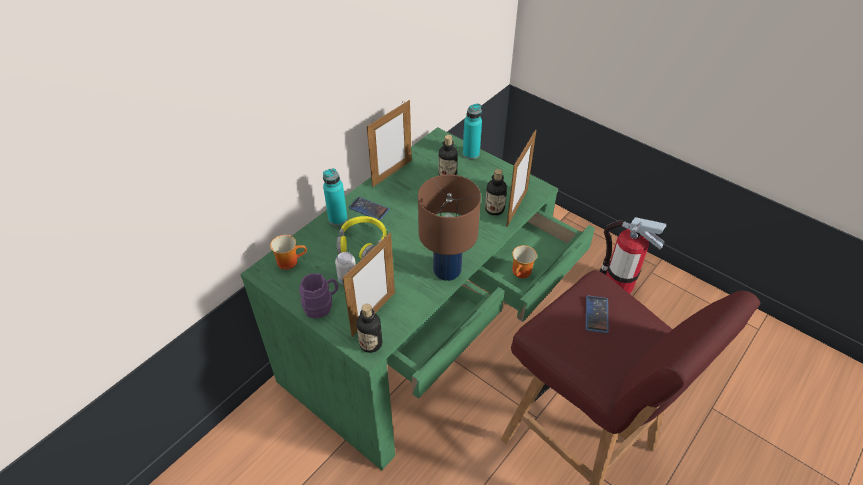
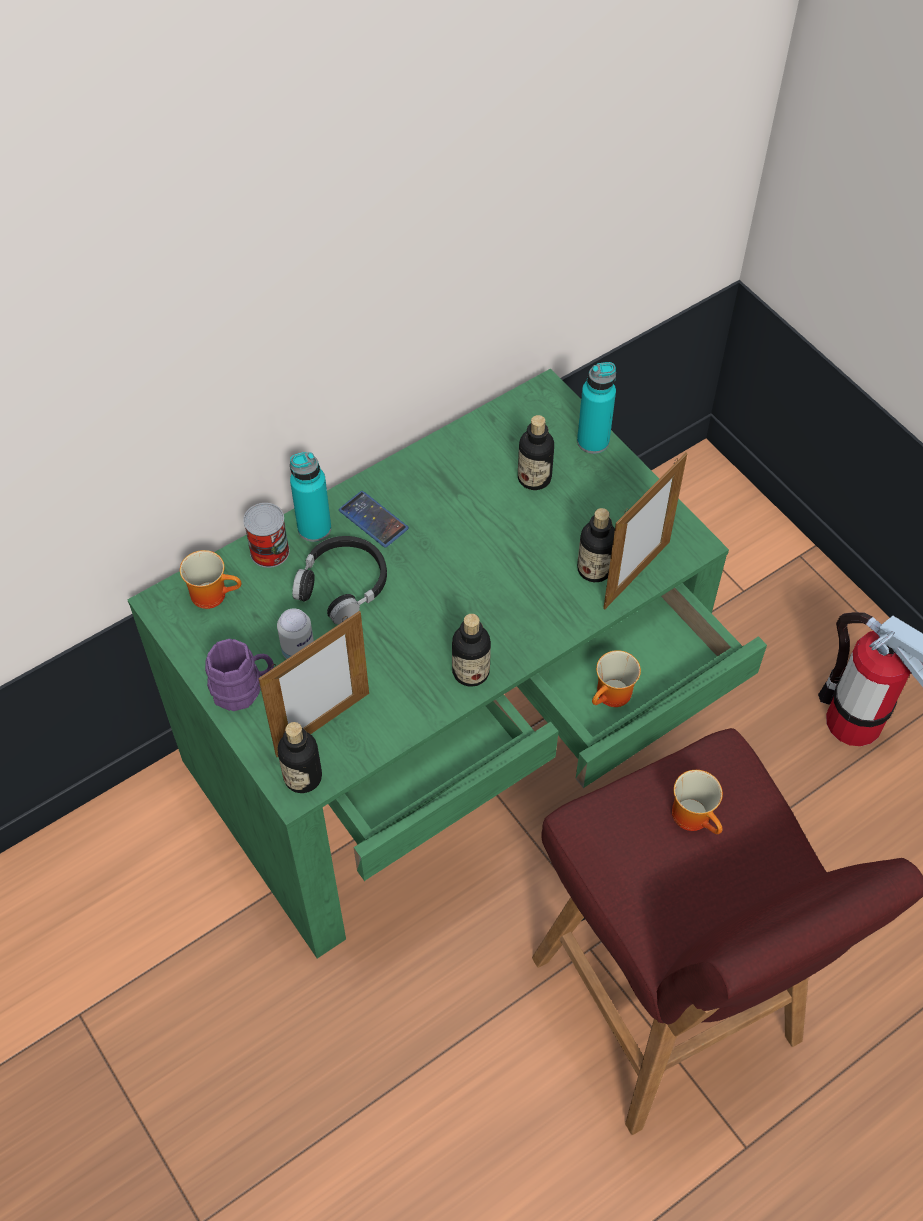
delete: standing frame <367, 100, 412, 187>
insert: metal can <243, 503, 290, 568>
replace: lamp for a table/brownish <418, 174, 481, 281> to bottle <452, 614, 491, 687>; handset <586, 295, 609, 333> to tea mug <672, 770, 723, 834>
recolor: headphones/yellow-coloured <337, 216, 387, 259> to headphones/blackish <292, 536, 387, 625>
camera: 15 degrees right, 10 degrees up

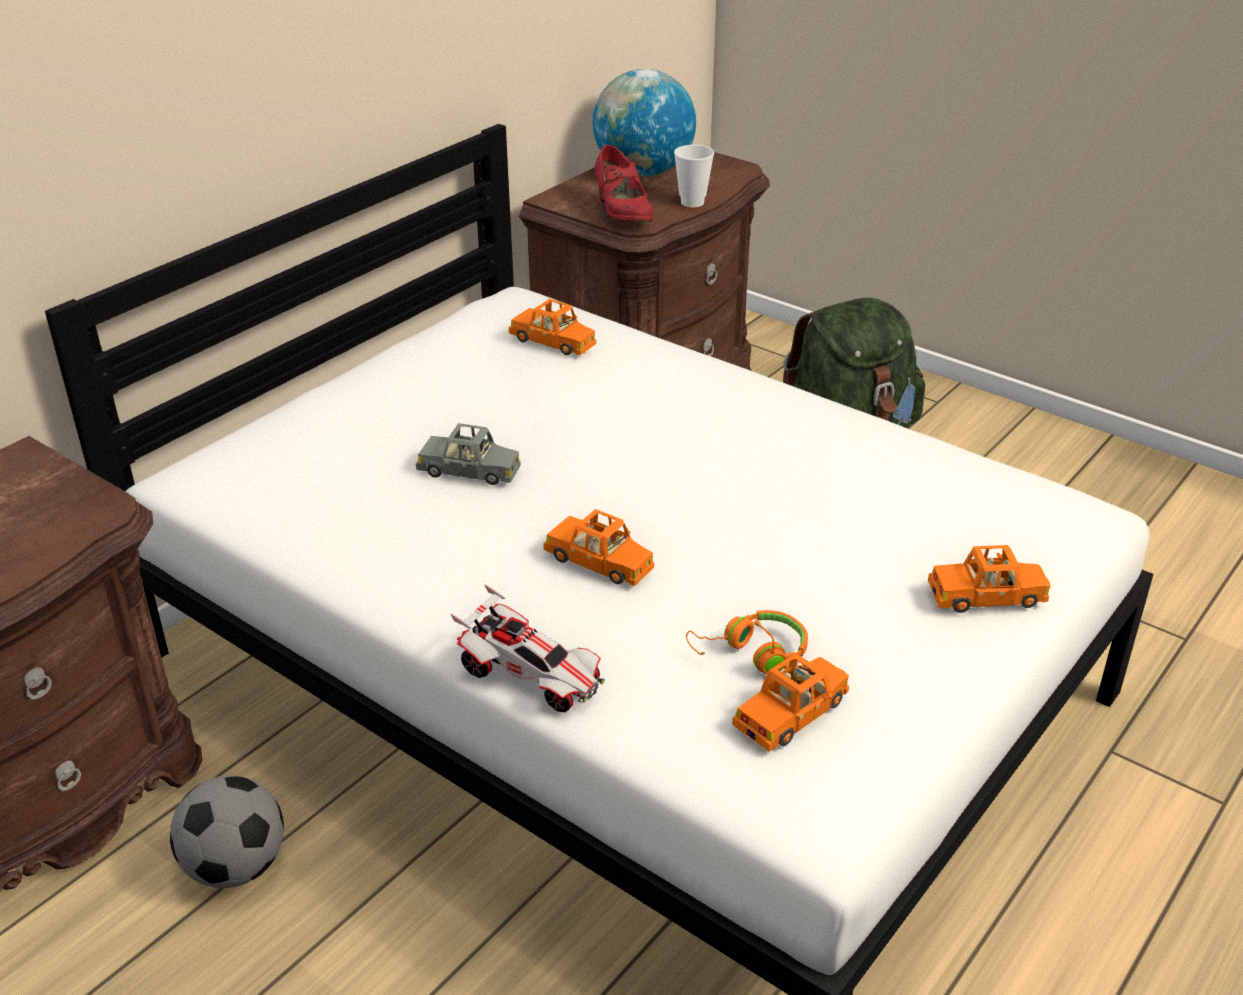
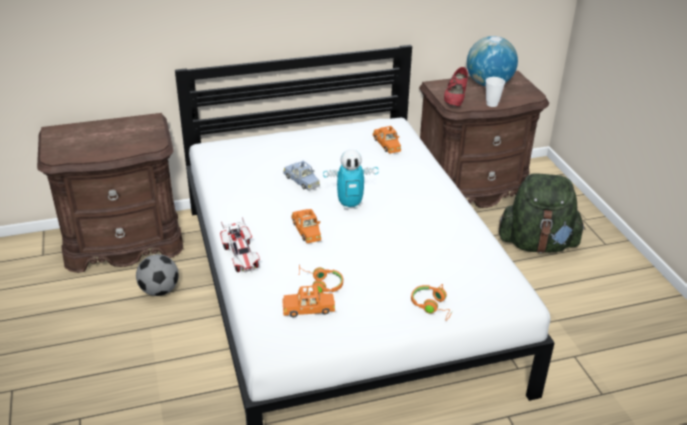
insert: robot figure <323, 149, 379, 209>
replace: miniature car/orange <928, 545, 1051, 613> to headphones/orange <411, 284, 452, 321>
recolor: miniature car/grey <416, 423, 521, 485> to miniature car/blue-coloured <283, 161, 320, 191>
camera: 35 degrees right, 0 degrees up

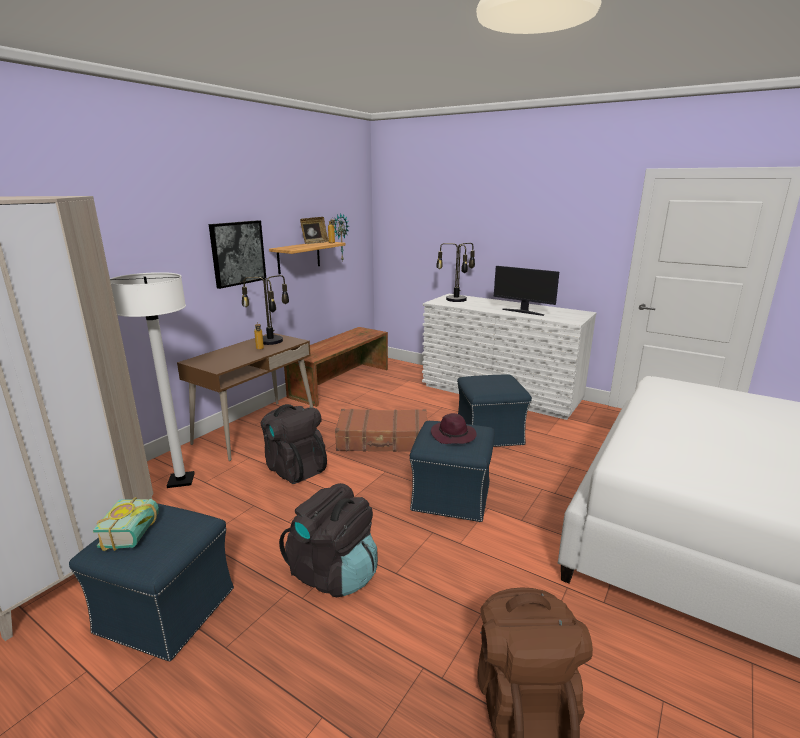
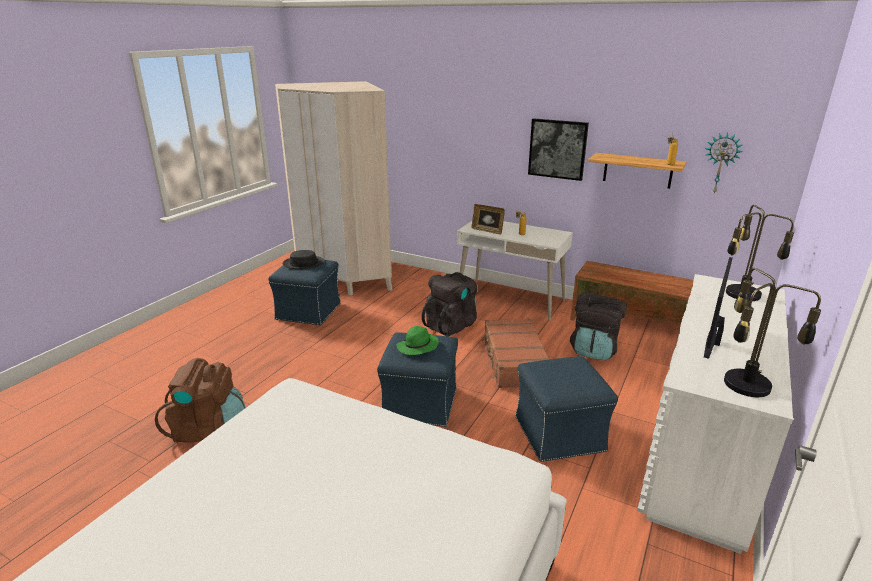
delete: standing lamp/white <110, 272, 195, 488>
move: lamp for a table <242, 275, 289, 345> to <724, 268, 821, 397>; backpack/blackish <279, 483, 378, 597> to <570, 292, 627, 360>; standing frame <300, 217, 329, 244> to <472, 204, 505, 235>
replace: volume <93, 497, 159, 551> to wearable hat/blackish <283, 250, 324, 269>
recolor: desk unit/brownish <177, 333, 313, 461> to desk unit/white <457, 221, 573, 321>; wearable hat/purple <431, 413, 477, 444> to wearable hat/green <397, 326, 439, 355>
camera: 85 degrees right, 5 degrees up

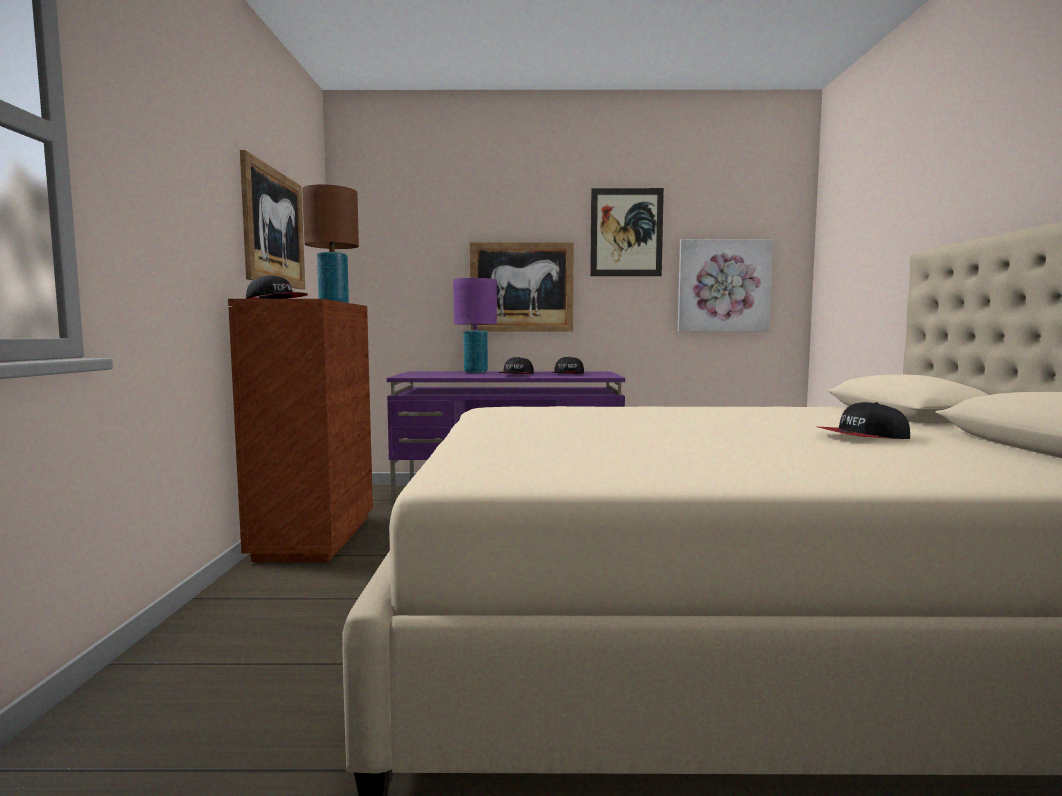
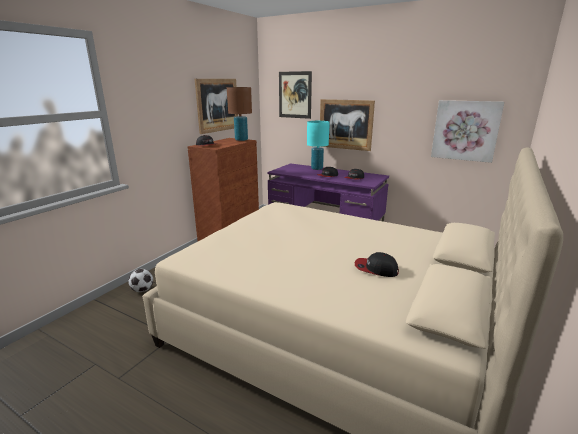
insert: ball for football <128, 269, 153, 292>
move: wall picture <590, 188, 664, 276> to <279, 71, 312, 119>
recolor: lamp for a table/purple <453, 278, 497, 373> to lamp for a table/blue-green <307, 121, 330, 170>
camera: 30 degrees right, 15 degrees up

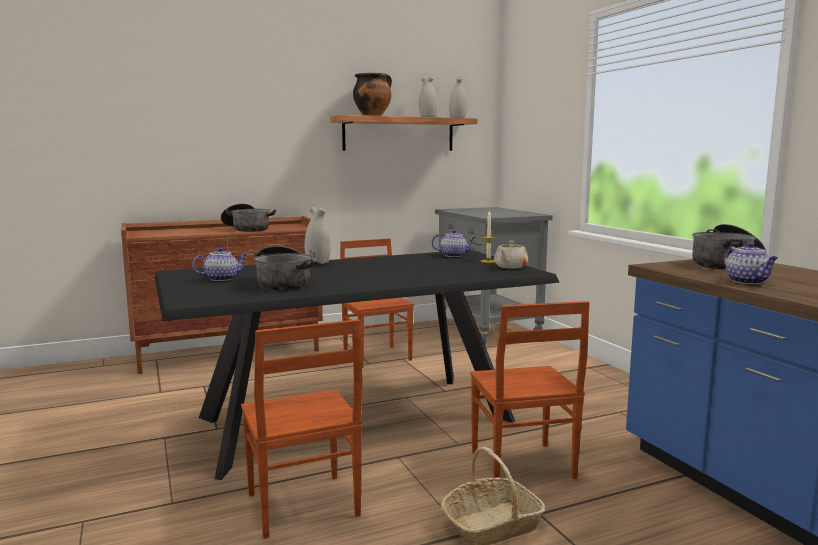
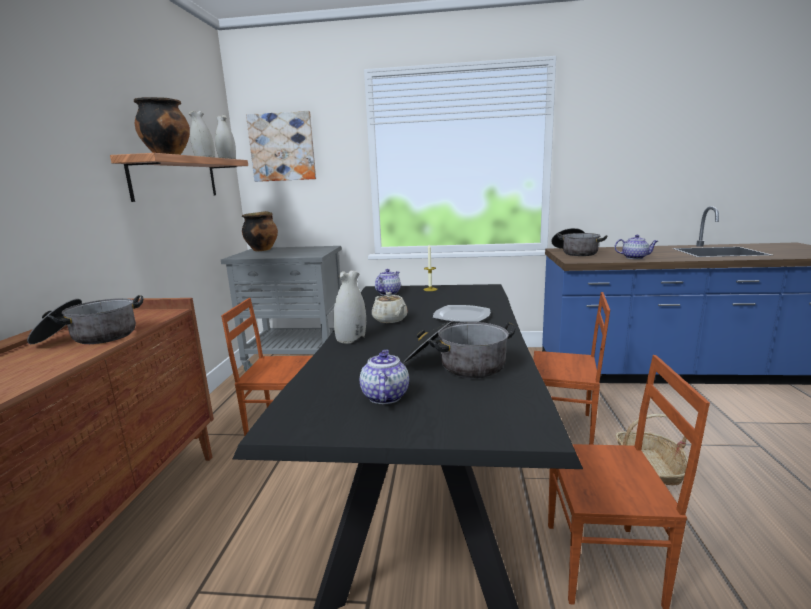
insert: cooking pot <242, 211, 278, 251>; wall picture <246, 111, 316, 182>; plate <433, 305, 490, 323>
move: tea pot/beige-coloured <494, 241, 528, 269> to <372, 292, 408, 323>
camera: 60 degrees left, 5 degrees up

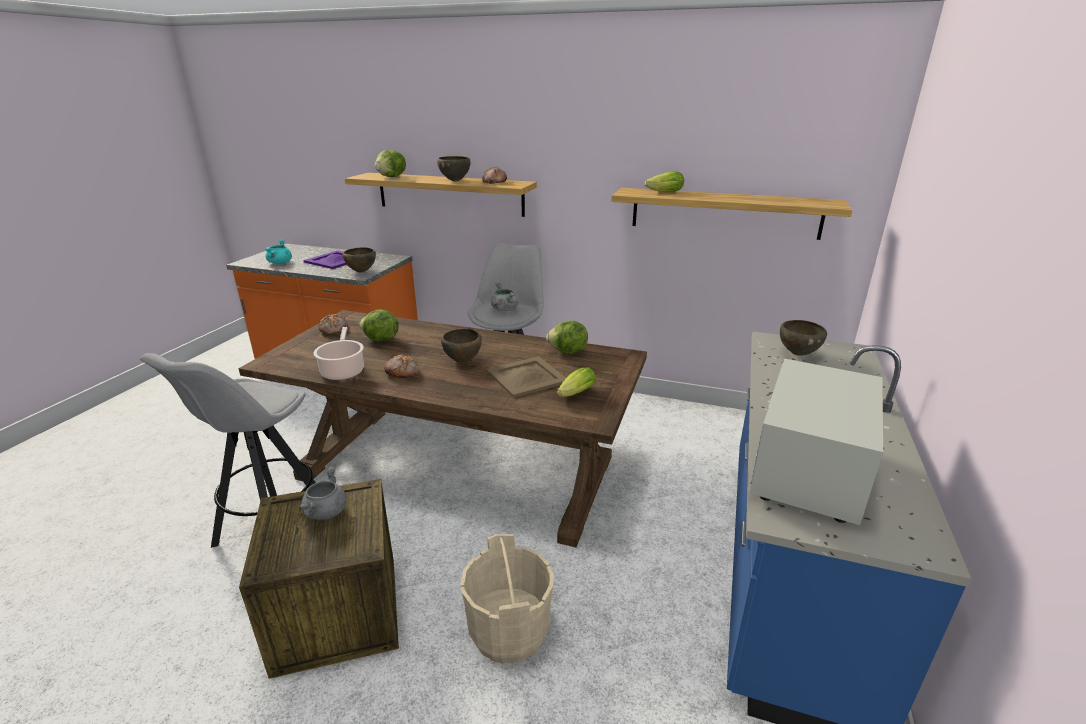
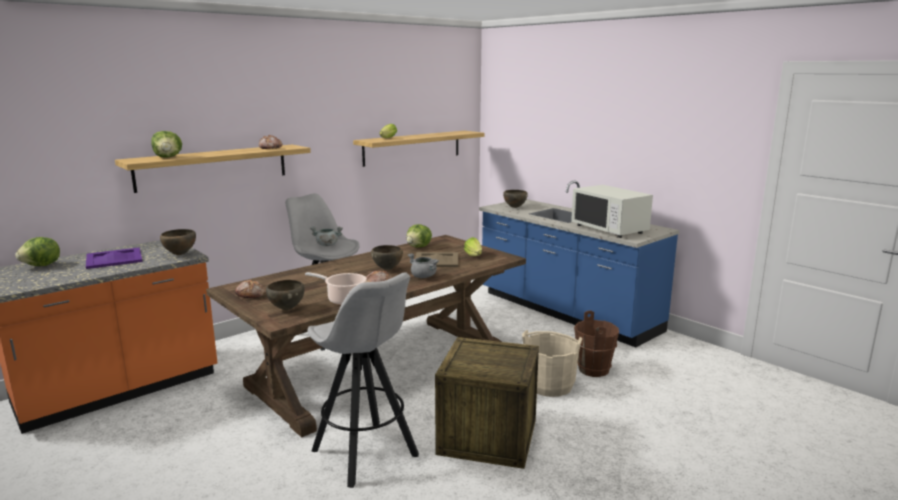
delete: cooking pot/blue-green <265, 240, 292, 264>
insert: bucket/brownish <574, 310, 619, 377>
move: cooking pot/grey <299, 467, 347, 520> to <408, 253, 439, 278>; head of lettuce <359, 310, 399, 341> to <15, 237, 60, 266>; bowl/brownish <437, 156, 471, 181> to <266, 280, 305, 310>
camera: 60 degrees left, 10 degrees down

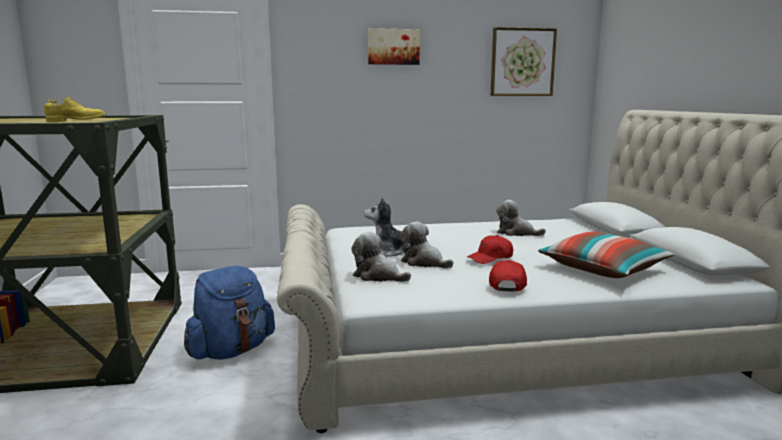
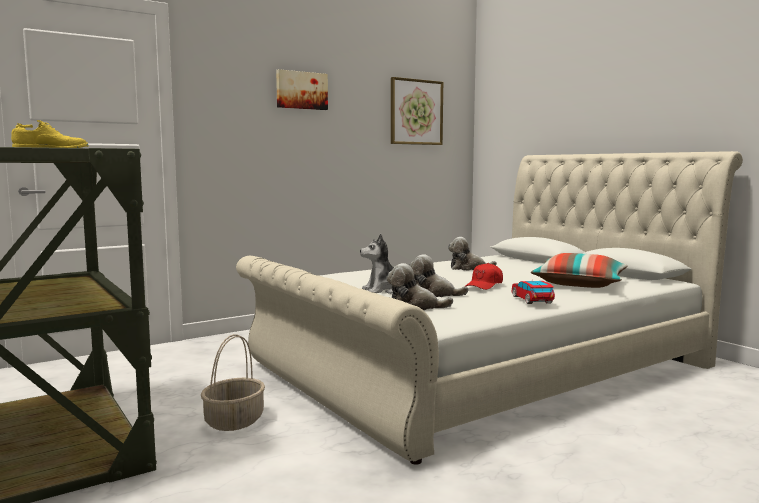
replace: backpack/blue-coloured <184, 266, 275, 359> to storage basket <201, 334, 265, 431>; cap/red-coloured <489, 260, 527, 292> to miniature car <512, 281, 555, 304>
camera: 25 degrees left, 5 degrees down

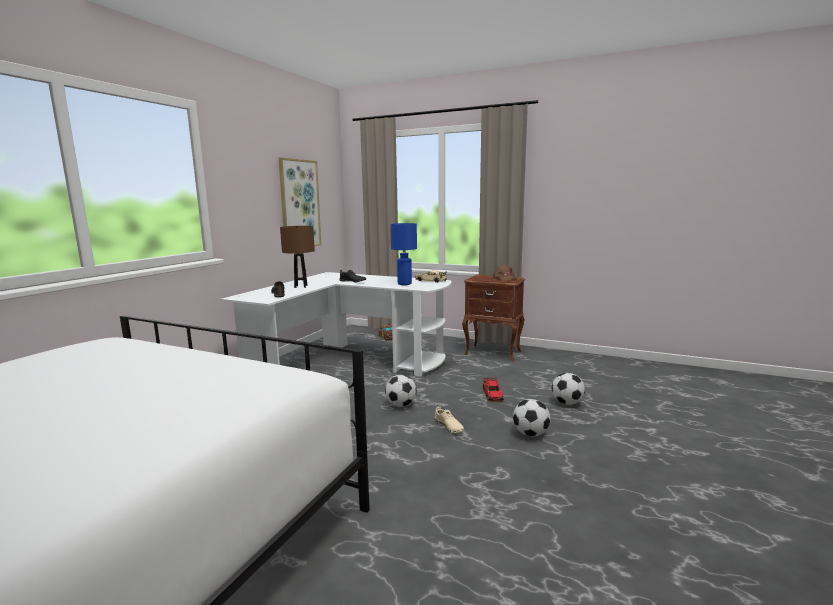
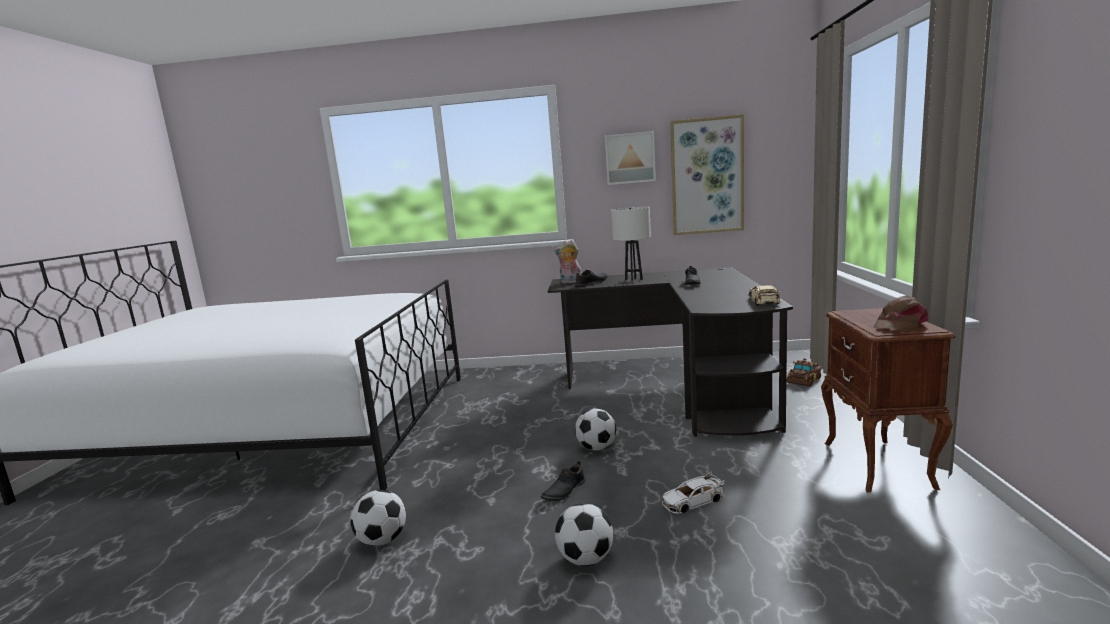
delete: lamp for a table/blue-coloured <390, 223, 417, 285>
insert: cuddly toy <554, 240, 581, 283>; wall picture <605, 131, 656, 185>
move: ball for football <552, 373, 585, 405> to <350, 490, 406, 546>
recolor: desk unit/white <221, 272, 451, 377> to desk unit/blackish <548, 267, 793, 437>; lamp for a table/brownish <280, 226, 315, 288> to lamp for a table/white <611, 207, 651, 282>; item of footwear/beige-coloured <435, 405, 464, 433> to item of footwear/blackish <541, 461, 586, 501>; miniature car/red-coloured <483, 377, 504, 402> to miniature car/white <662, 471, 725, 514>
camera: 70 degrees right, 0 degrees up

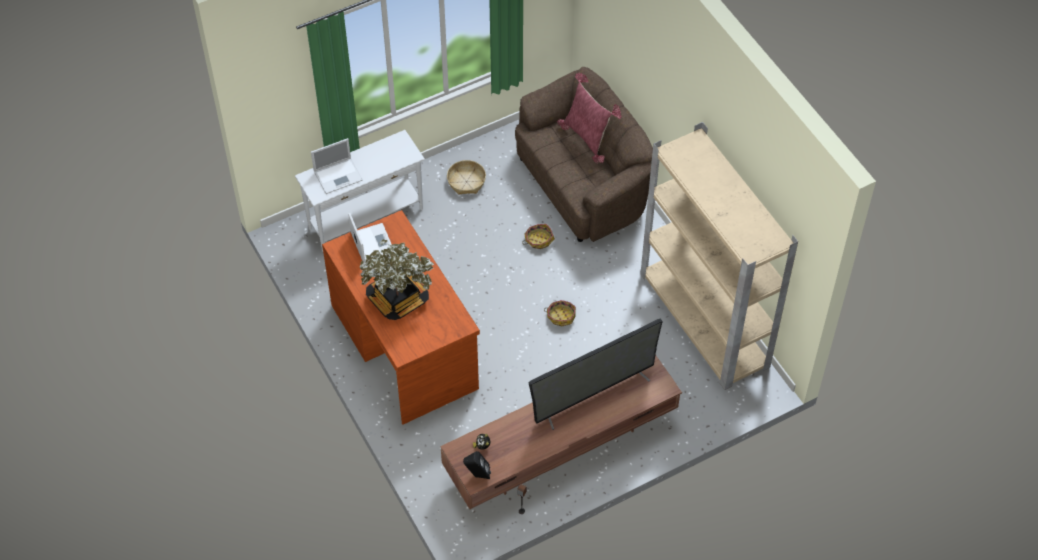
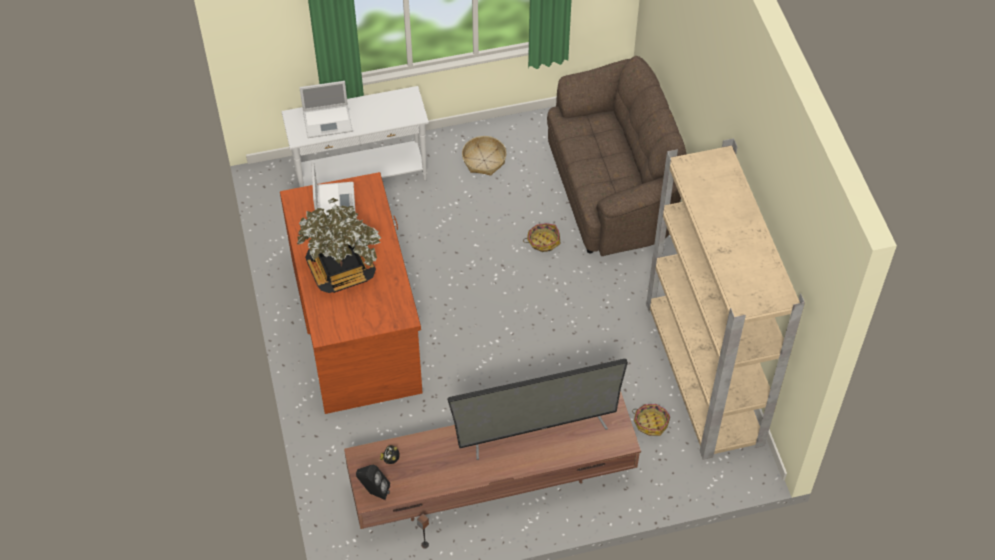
delete: pillow/red-coloured <557, 73, 621, 164>
move: storage basket <544, 300, 576, 326> to <632, 404, 670, 436>
camera: 15 degrees right, 0 degrees up

